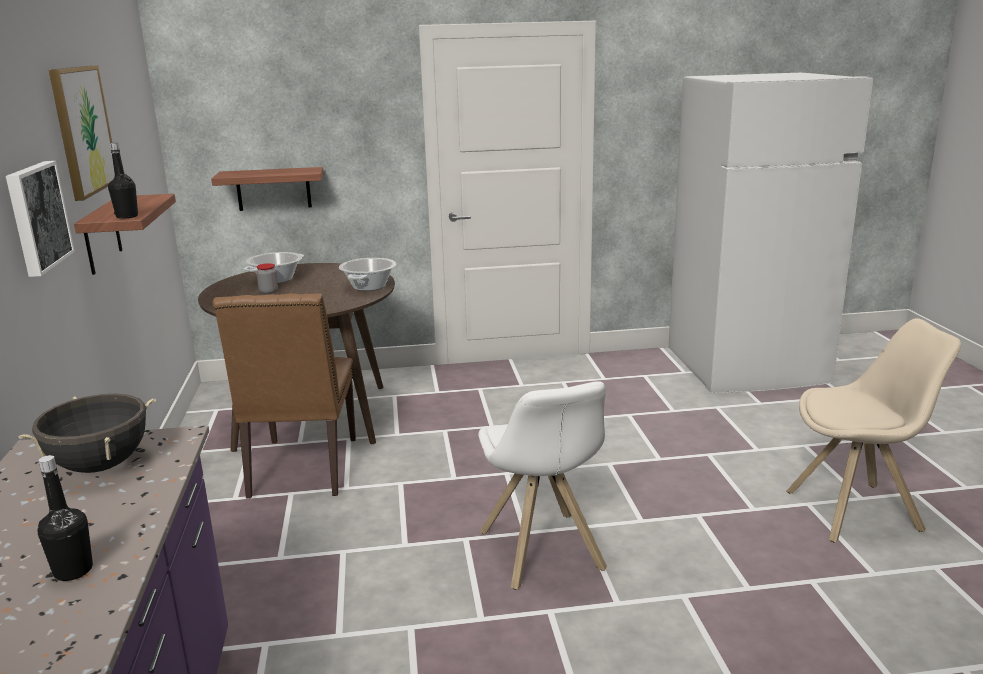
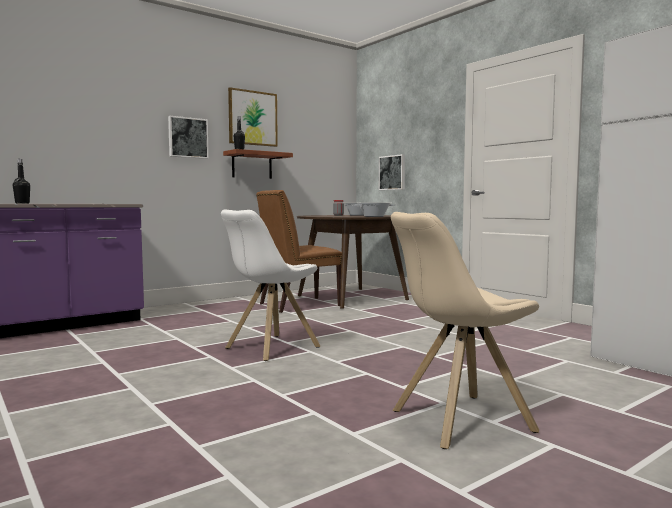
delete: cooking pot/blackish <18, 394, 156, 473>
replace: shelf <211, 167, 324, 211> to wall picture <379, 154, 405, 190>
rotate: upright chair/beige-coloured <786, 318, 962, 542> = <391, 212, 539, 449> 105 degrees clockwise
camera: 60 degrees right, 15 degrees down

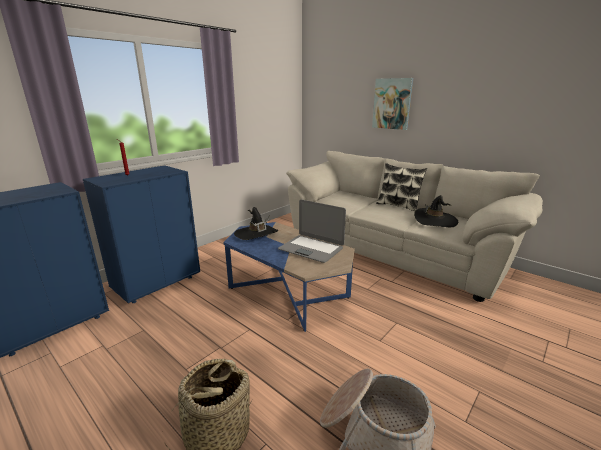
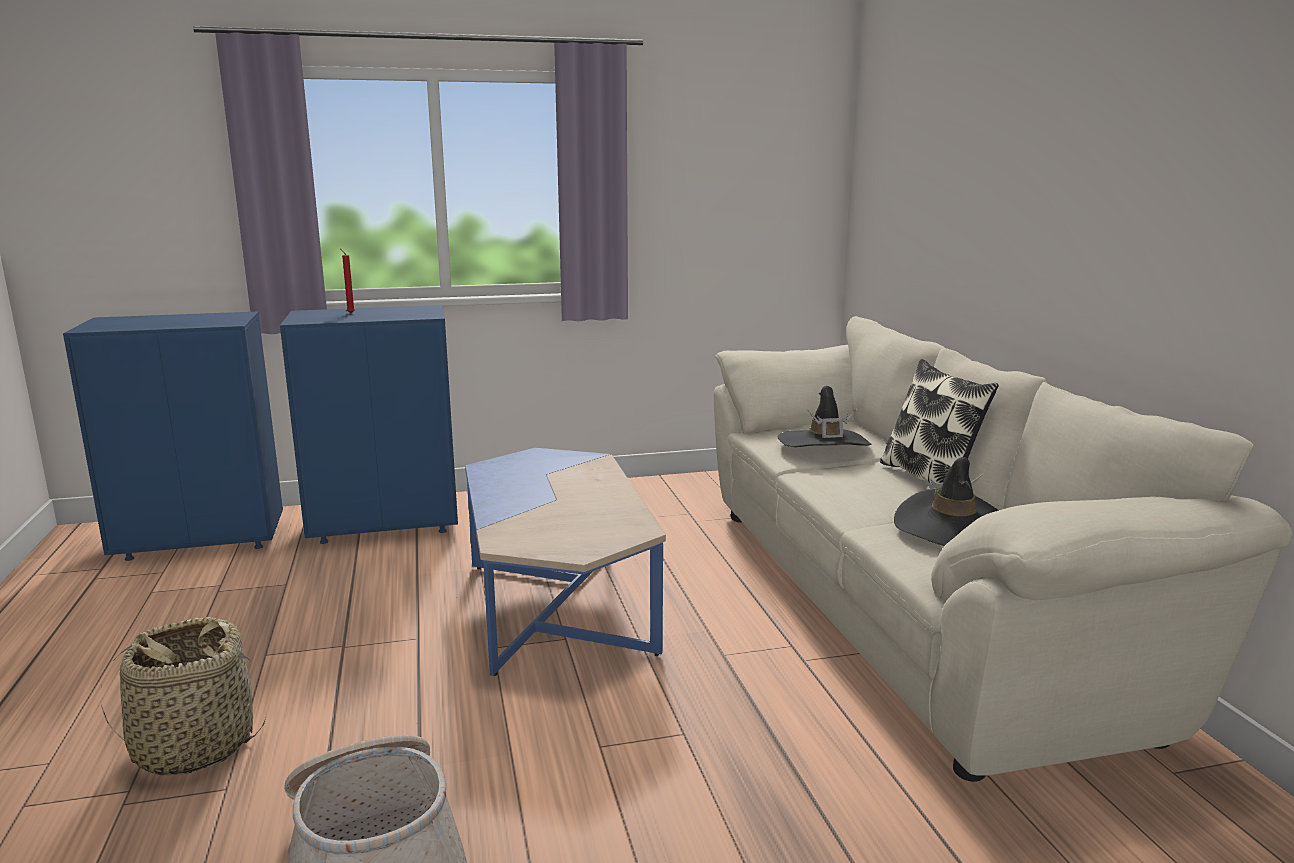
delete: notebook computer <278, 199, 346, 263>; wall picture <372, 78, 413, 130>
move: wearable hat/blackish <234, 207, 278, 240> to <778, 386, 871, 447>
camera: 35 degrees right, 5 degrees down

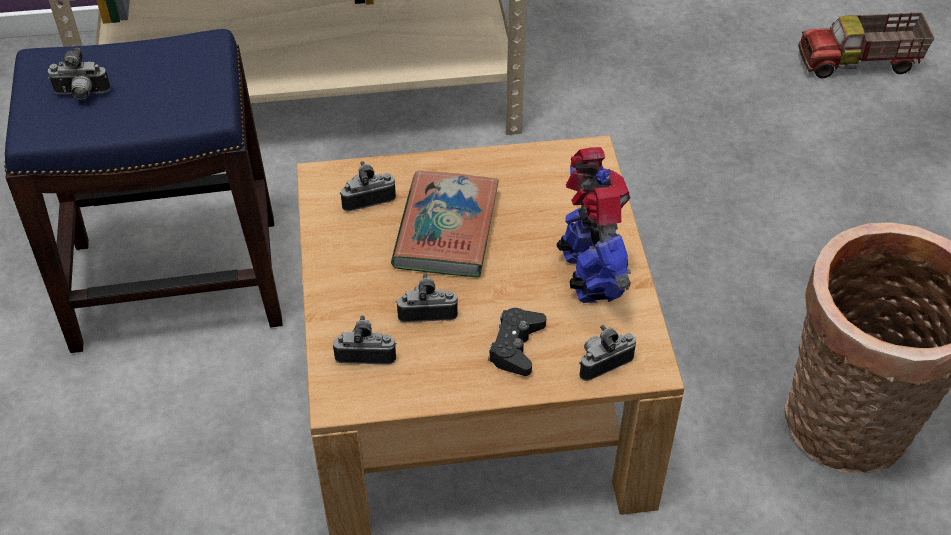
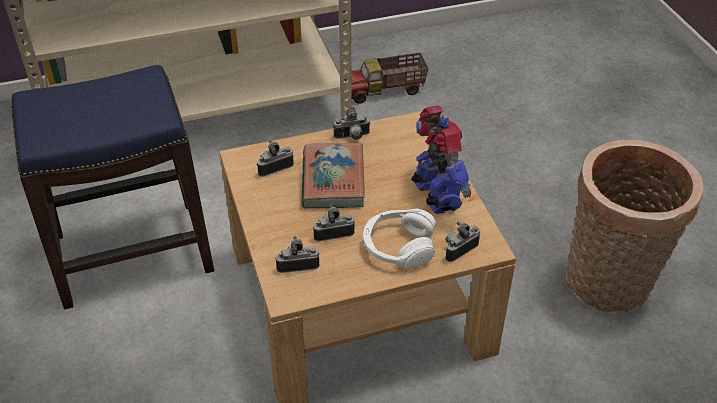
move: still camera <48, 48, 111, 99> to <333, 107, 370, 140>; toy truck <798, 12, 935, 79> to <344, 52, 429, 104>
replace: game controller/blackish <488, 308, 546, 376> to headphones/white <363, 209, 436, 269>
camera: 10 degrees left, 5 degrees down

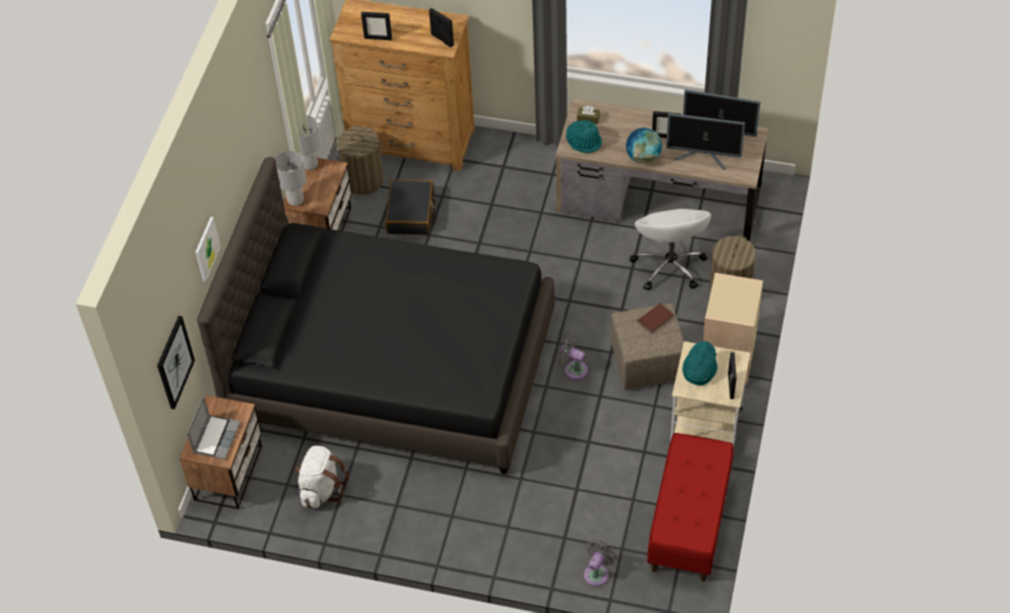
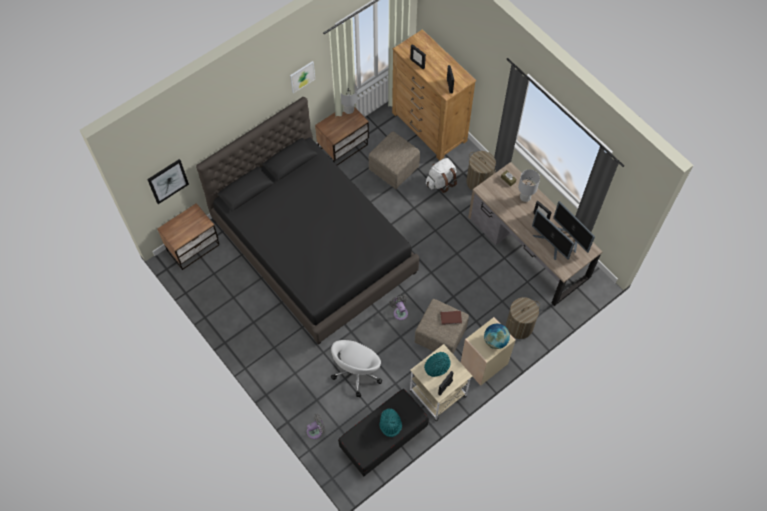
delete: notebook computer <187, 396, 240, 460>
move: wall picture <195, 217, 221, 282> to <290, 61, 315, 93>; lamp for a table/grey <275, 150, 306, 206> to <518, 169, 540, 202>; backpack/white <294, 446, 349, 508> to <426, 158, 457, 193>; washing basket <334, 126, 384, 195> to <466, 151, 496, 191>; wearable hat/blue-green <566, 120, 602, 153> to <379, 409, 402, 437>; desk globe <626, 128, 662, 164> to <484, 324, 510, 349>; computer chair/white <629, 209, 711, 290> to <331, 340, 382, 397>
replace: suitcase/blackish <385, 180, 435, 235> to pouffe/beige-coloured <369, 131, 420, 189>
recolor: indoor bench/red-coloured <647, 433, 734, 582> to indoor bench/blackish <338, 389, 429, 476>
camera: 35 degrees right, 10 degrees up

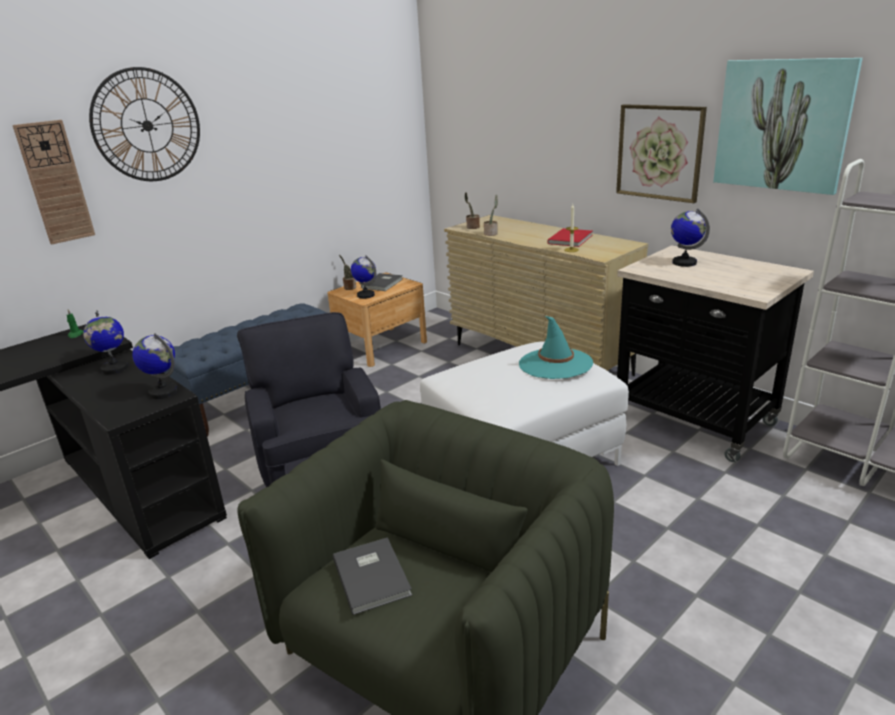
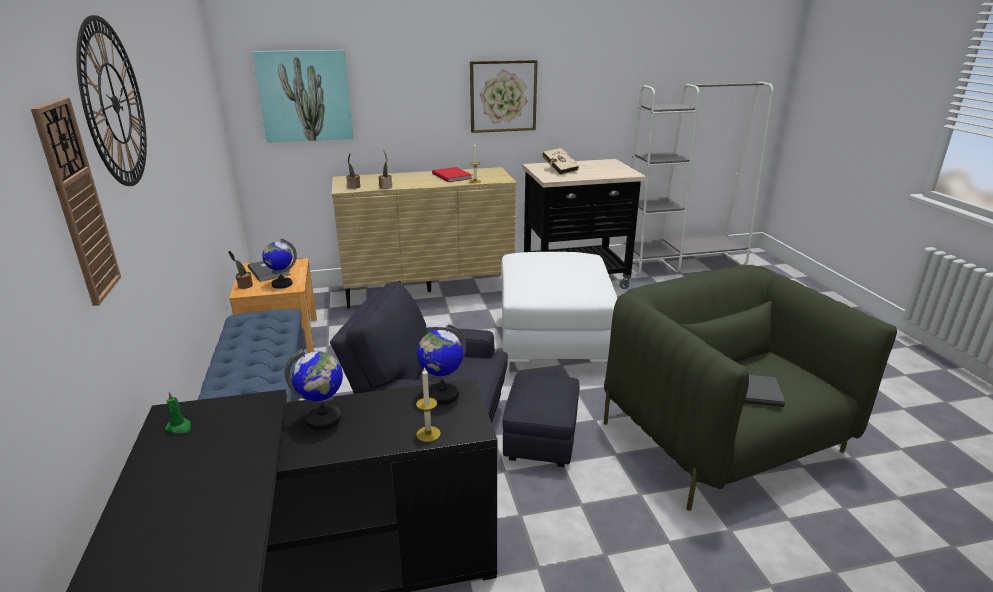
delete: wearable hat/blue-green <519, 316, 593, 379>
insert: candle <416, 367, 441, 442>
move: wall picture <713, 58, 863, 195> to <252, 50, 353, 143>
replace: desk globe <671, 209, 710, 267> to volume/beige-coloured <542, 148, 579, 175>
camera: 60 degrees left, 0 degrees up

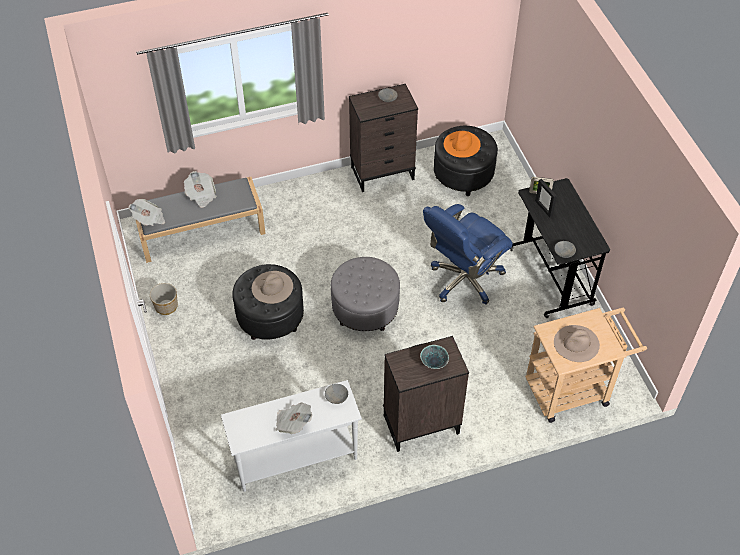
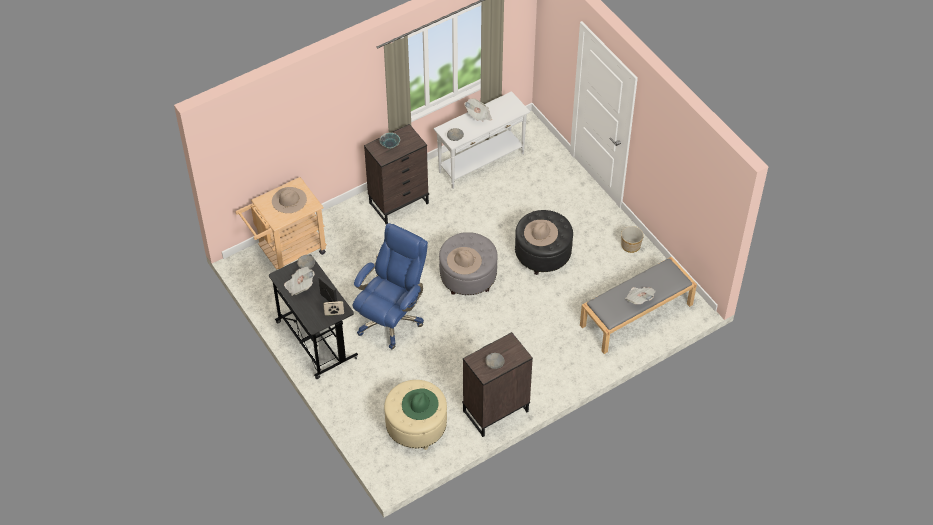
insert: wearable hat/beige-coloured <447, 247, 482, 274>
move: printed paper <129, 199, 165, 226> to <284, 267, 315, 296>
recolor: pouffe/blackish <434, 126, 498, 196> to pouffe/beige-coloured <384, 380, 447, 450>; wearable hat/orange <444, 131, 481, 157> to wearable hat/green <402, 388, 439, 420>
camera: 165 degrees right, 0 degrees up

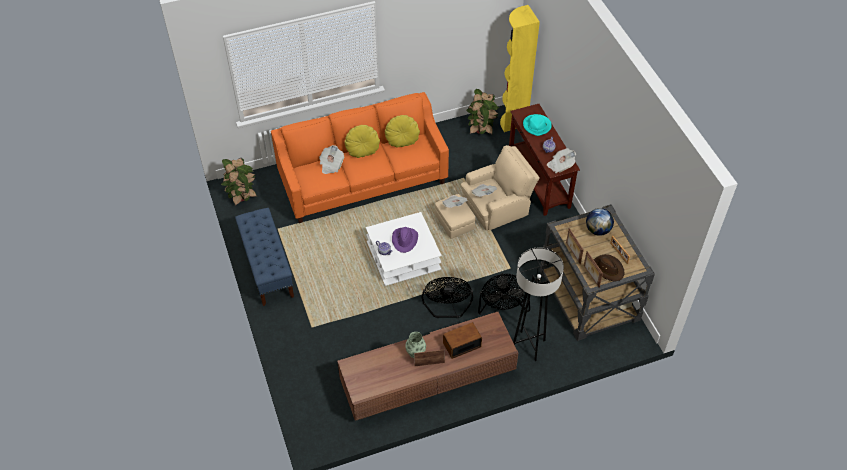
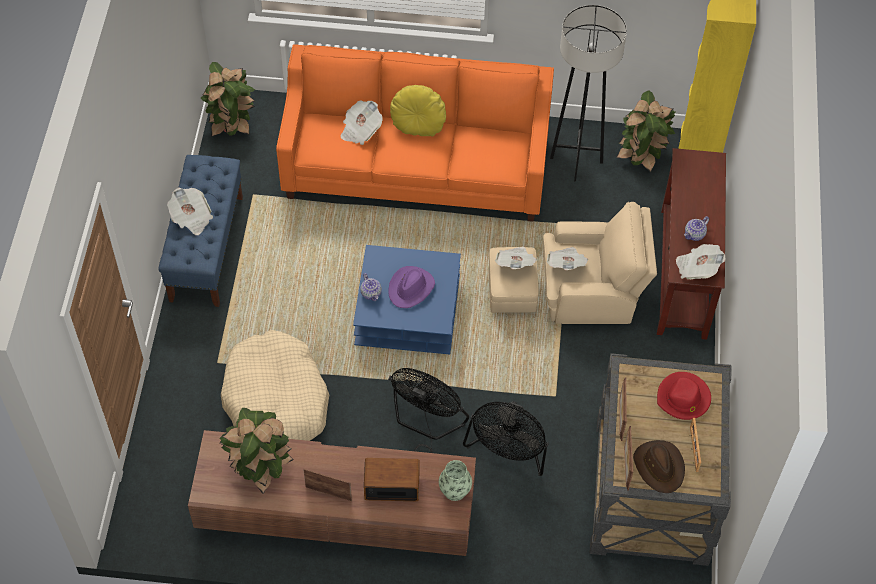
delete: pillow/yellow-coloured <385, 115, 420, 148>; wearable hat/blue-green <523, 114, 552, 136>
insert: printed paper <167, 188, 213, 235>; potted plant <219, 408, 294, 494>; pet bed/beige-coloured <221, 330, 329, 441>
move: decorative vase <405, 332, 426, 358> to <439, 460, 472, 501>; standing lamp/grey <513, 247, 564, 361> to <550, 5, 627, 182>
replace: desk globe <586, 208, 614, 236> to wearable hat/red-coloured <657, 372, 711, 420>
recolor: coffee table/white <366, 212, 442, 286> to coffee table/blue-coloured <353, 245, 461, 354>
camera: 25 degrees right, 5 degrees up

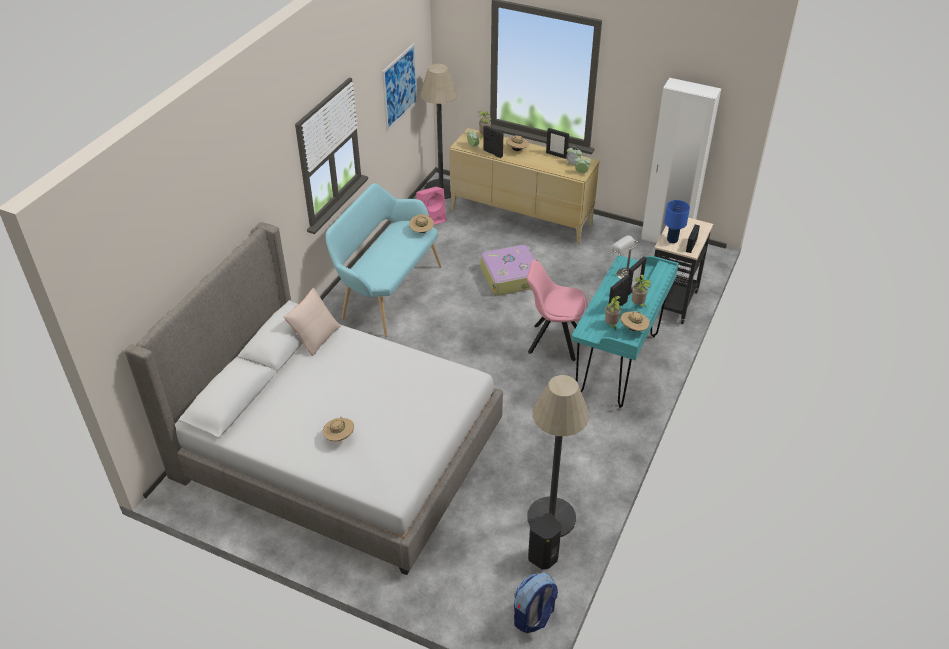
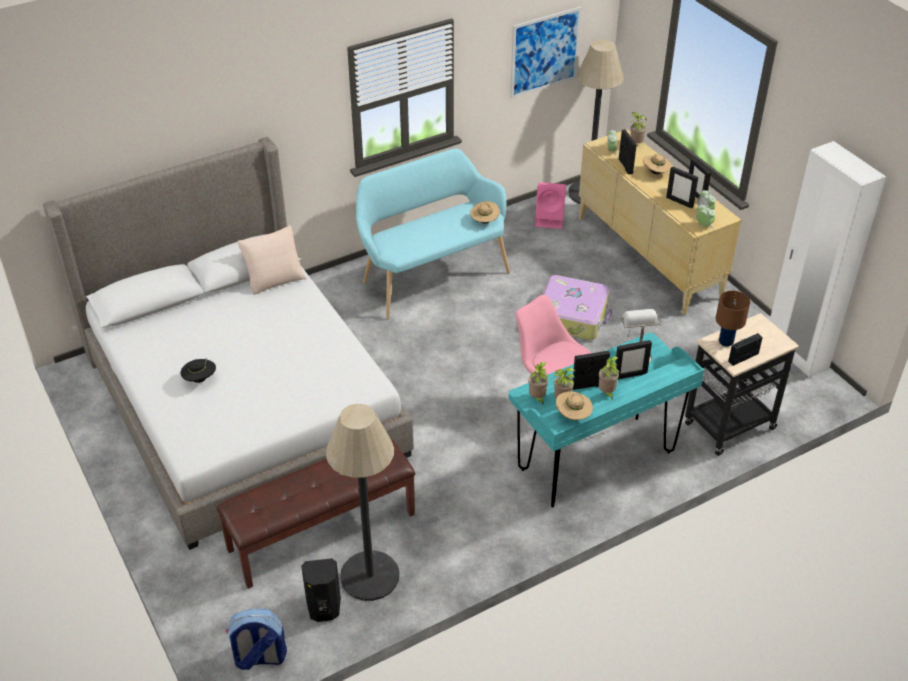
insert: indoor bench/brownish <216, 438, 415, 589>; potted plant <529, 362, 548, 404>; standing frame <666, 166, 698, 209>
recolor: wearable hat/beige-coloured <323, 417, 354, 441> to wearable hat/blackish <180, 358, 216, 383>; lamp for a table/blue-coloured <664, 200, 690, 243> to lamp for a table/brownish <715, 291, 750, 347>
camera: 35 degrees right, 0 degrees up

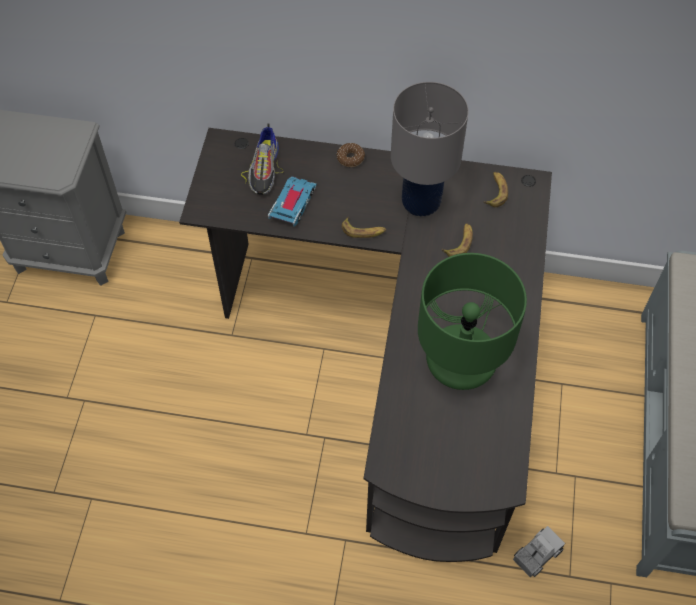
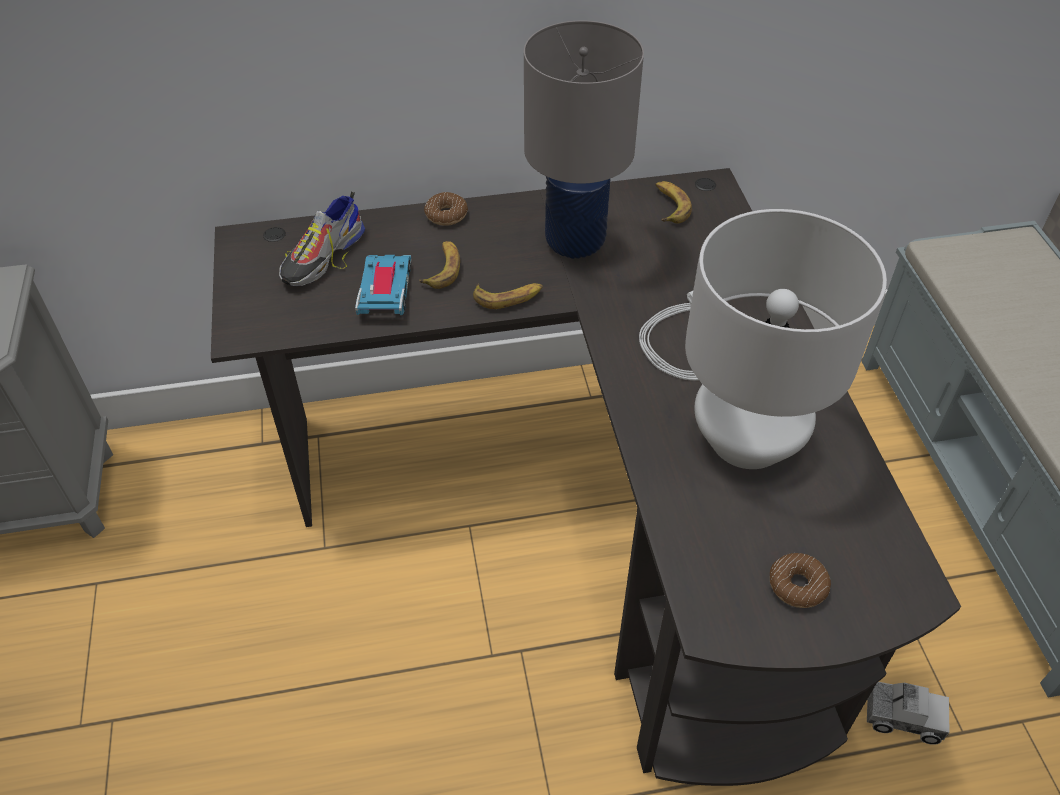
insert: donut <770, 553, 831, 608>
move: whole banana <442, 224, 473, 257> to <419, 241, 460, 289>
recolor: lamp for a table/green <418, 253, 527, 390> to lamp for a table/white <639, 209, 887, 469>
rotate: item of footwear <241, 123, 284, 195> = <279, 192, 365, 286> 45 degrees clockwise; toy truck <513, 526, 565, 577> = <867, 682, 950, 745> 75 degrees clockwise
camera: 20 degrees left, 10 degrees down

